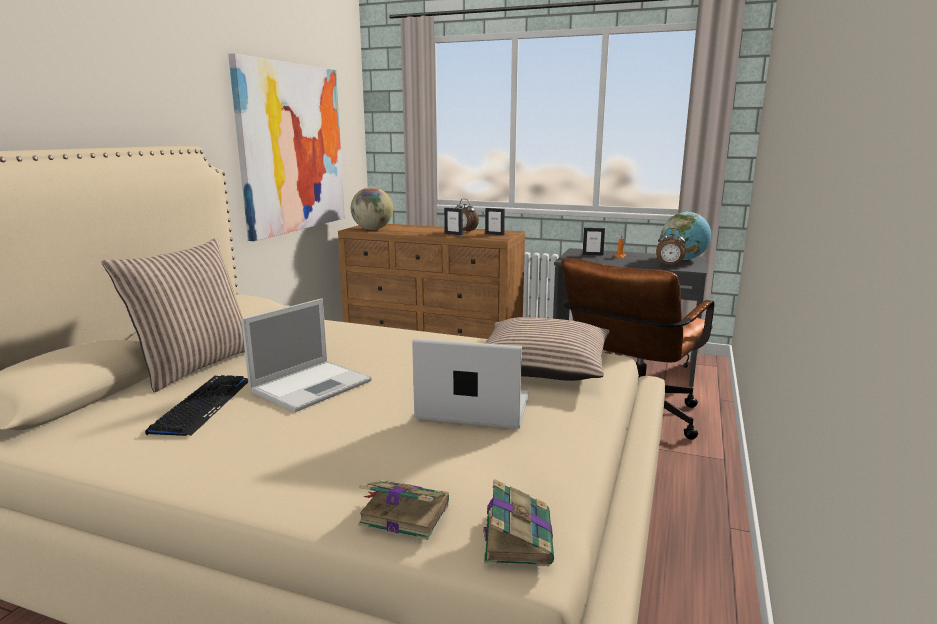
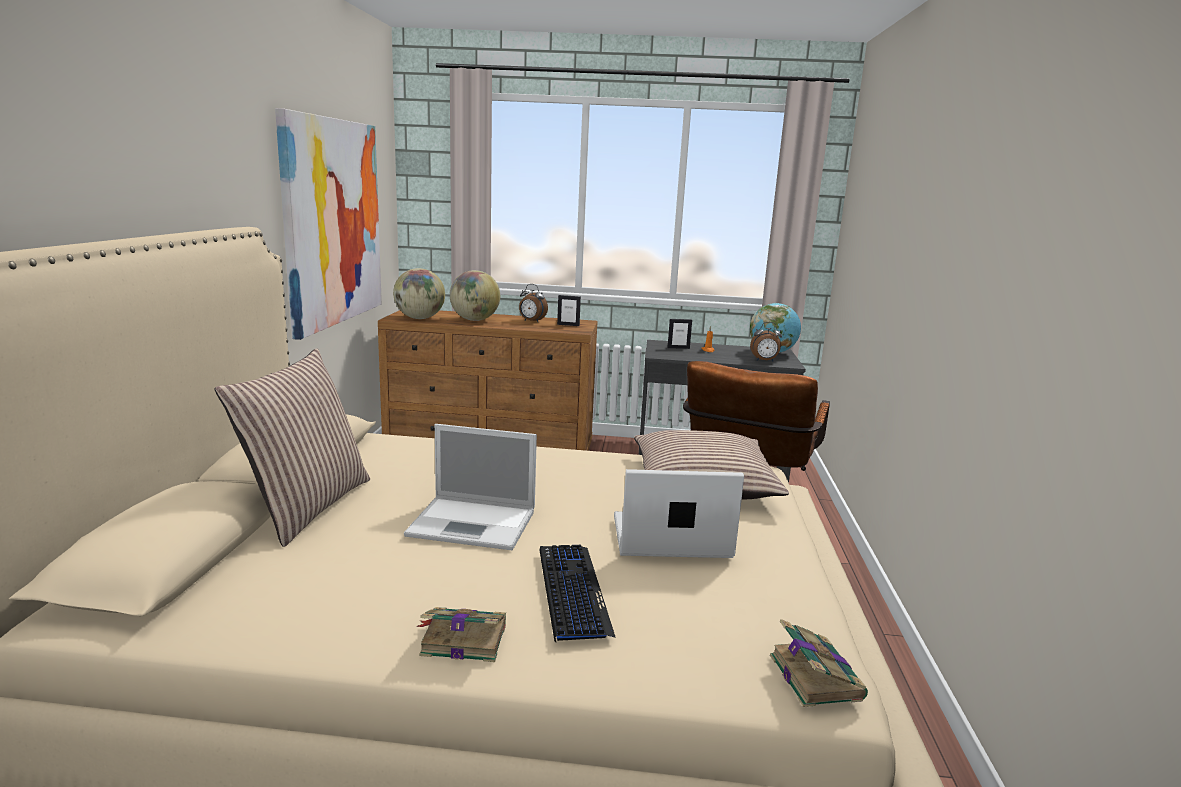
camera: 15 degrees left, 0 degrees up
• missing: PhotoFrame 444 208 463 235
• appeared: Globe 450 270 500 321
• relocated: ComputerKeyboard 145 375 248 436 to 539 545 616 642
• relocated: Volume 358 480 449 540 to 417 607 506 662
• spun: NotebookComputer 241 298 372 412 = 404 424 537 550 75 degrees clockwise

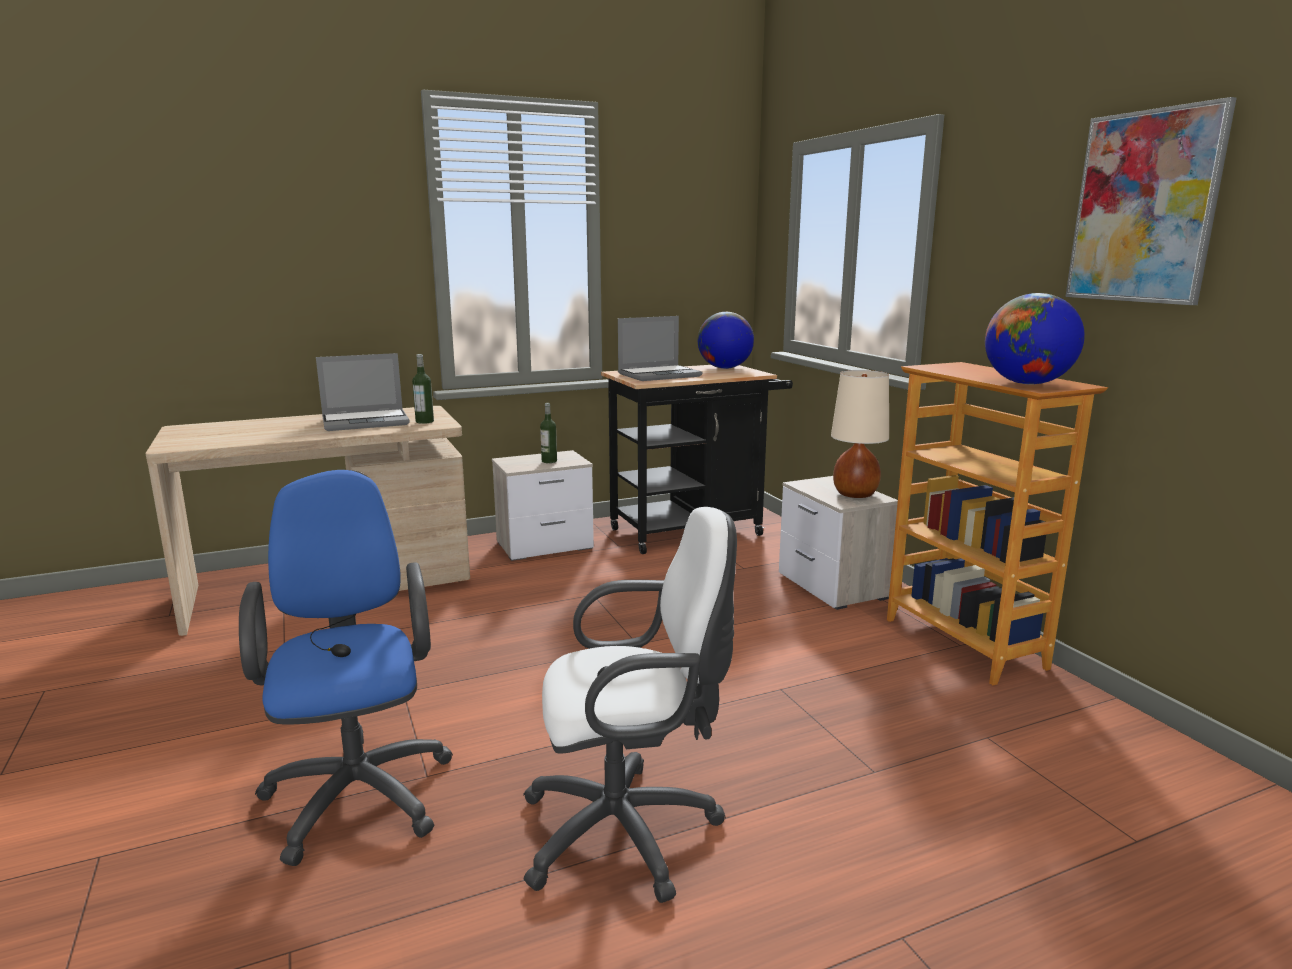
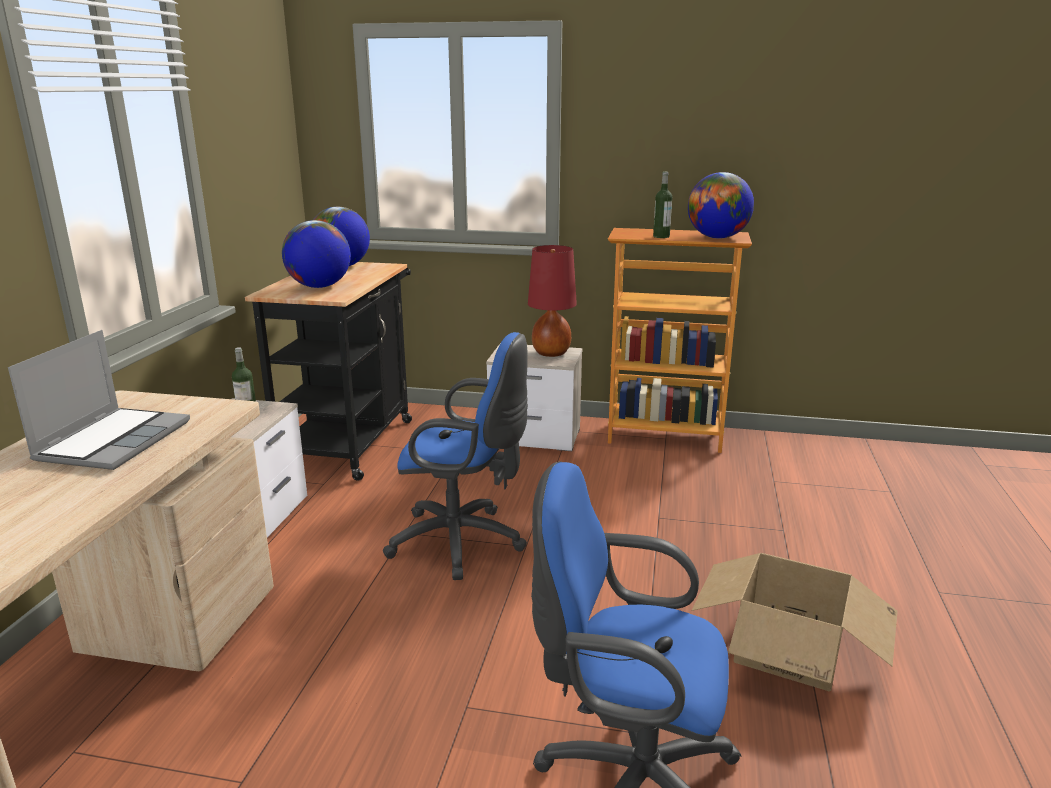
camera: 55 degrees left, 5 degrees up
• missing: WallArt 1065 97 1237 305
• appeared: BluishComputerChair 383 332 528 580
• relocated: DrinkBottle 412 354 434 424 to 653 171 672 238
• exchanged: WhiteComputerChair 523 507 737 903 to PackingBox 691 553 898 692
• exchanged: NotebookComputer 618 316 702 381 to Globe 282 220 351 288
• colour: BeigeColouredTableLamp 831 370 889 498 to RedColouredTableLamp 528 245 577 357

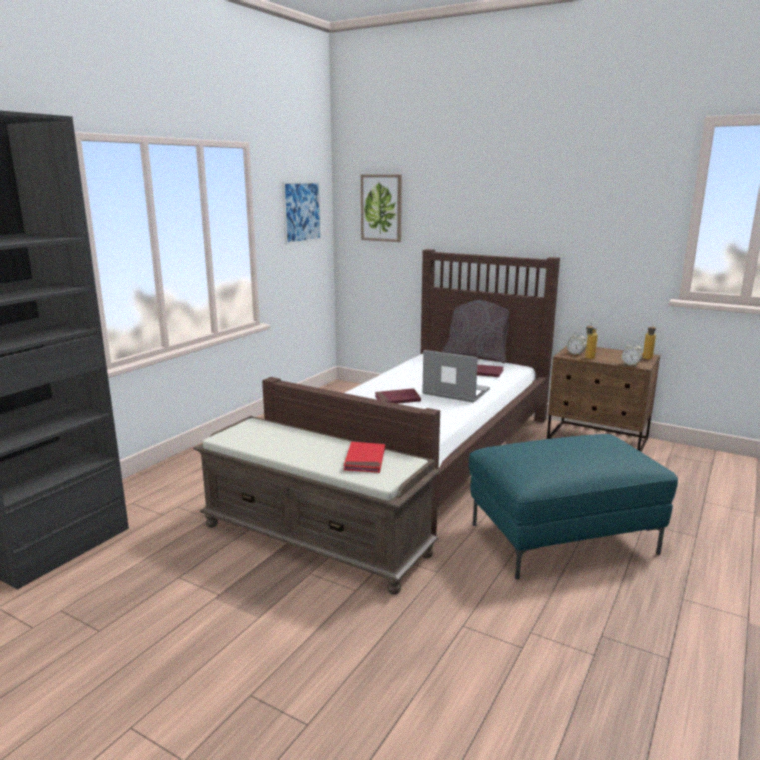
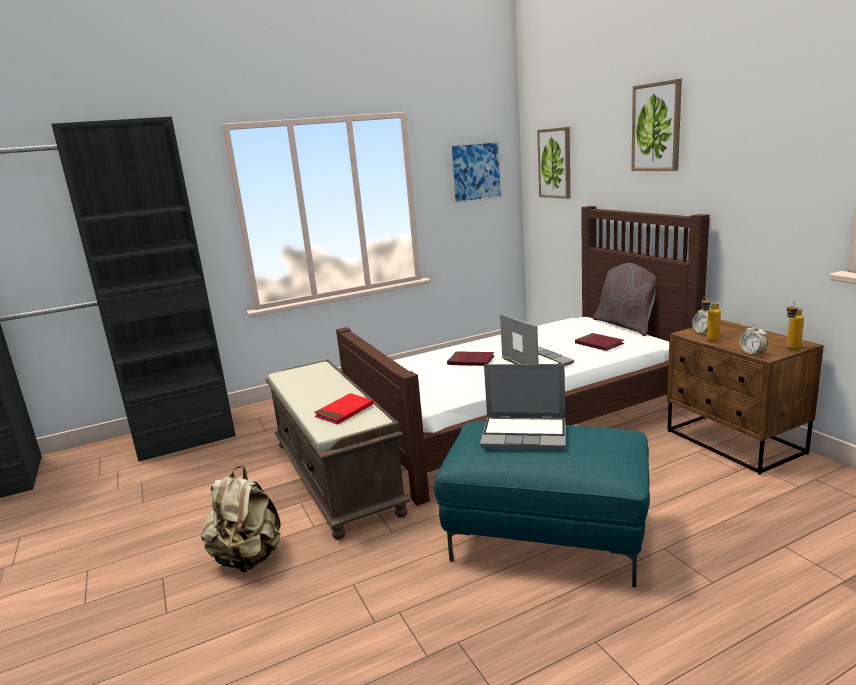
camera: 35 degrees right, 0 degrees up
• appeared: BeigeColouredKnapsack 201 466 280 573
• appeared: NotebookComputer 480 364 565 450
• appeared: WallArt 631 79 682 171

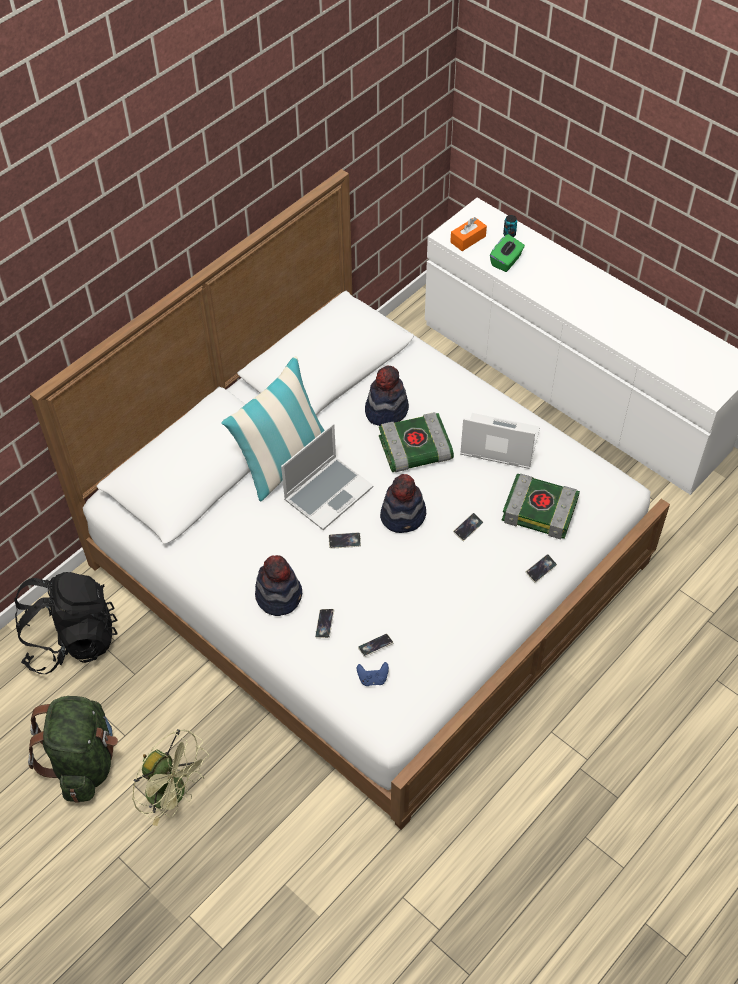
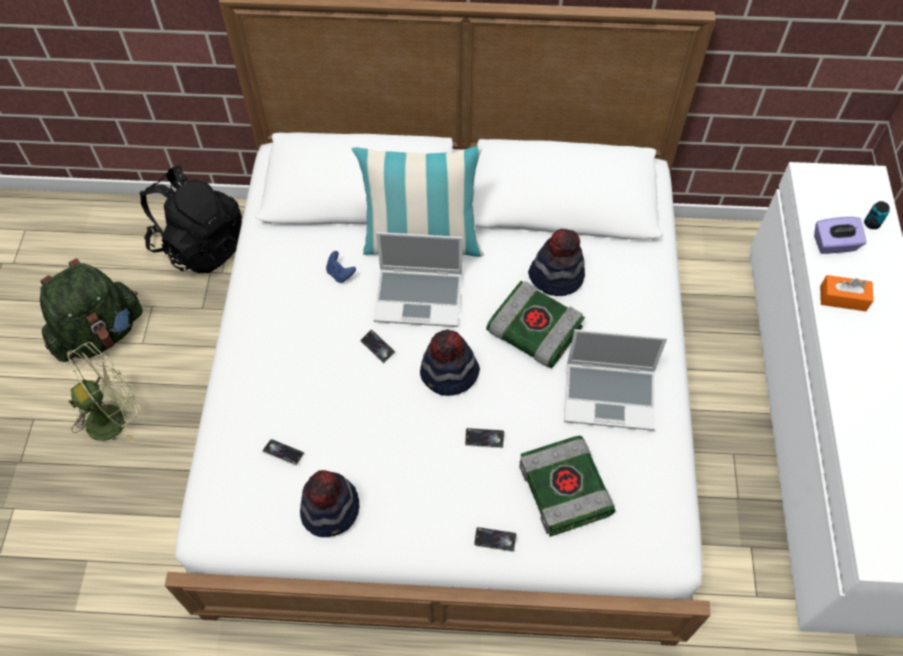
camera: 50 degrees right, 5 degrees up
• missing: Telephone 315 609 334 638
• relocated: Hat 255 555 302 616 to 300 470 360 537
• relocated: BluishJoypad 357 662 389 686 to 326 251 356 283
• relocated: OrangeyTissueHolder 450 217 487 251 to 820 275 874 311
• colour: GreenTissueHolder 490 234 525 272 to PurplishTissueHolder 814 217 867 254
• spun: GreenFan 132 729 209 826 = 67 342 140 443 120 degrees counterclockwise
• spun: NotebookComputer 460 413 540 469 = 564 329 667 431 120 degrees clockwise

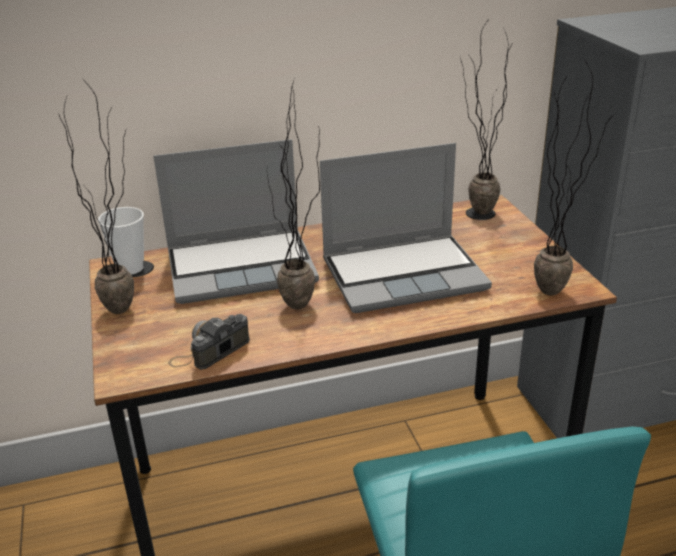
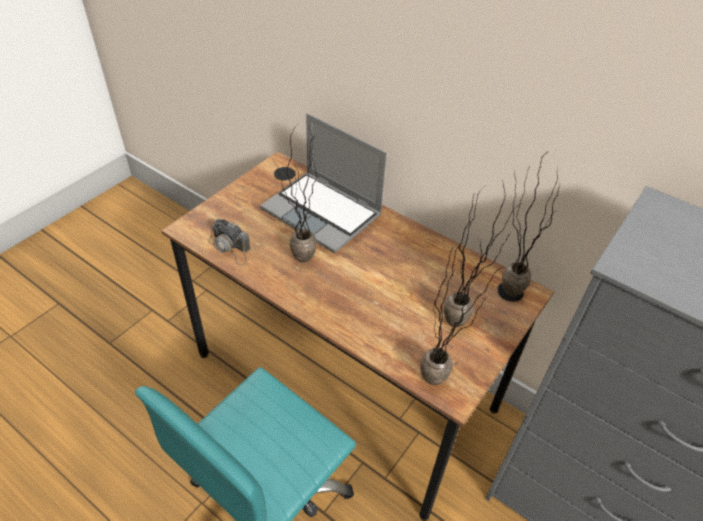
camera: 50 degrees right, 15 degrees up
• missing: Cup 98 207 144 275
• missing: NotebookComputer 320 143 492 313
• relocated: Houseplant 58 78 134 314 to 444 184 523 327
• spun: StillCamera 168 314 250 370 = 208 219 251 265 150 degrees counterclockwise

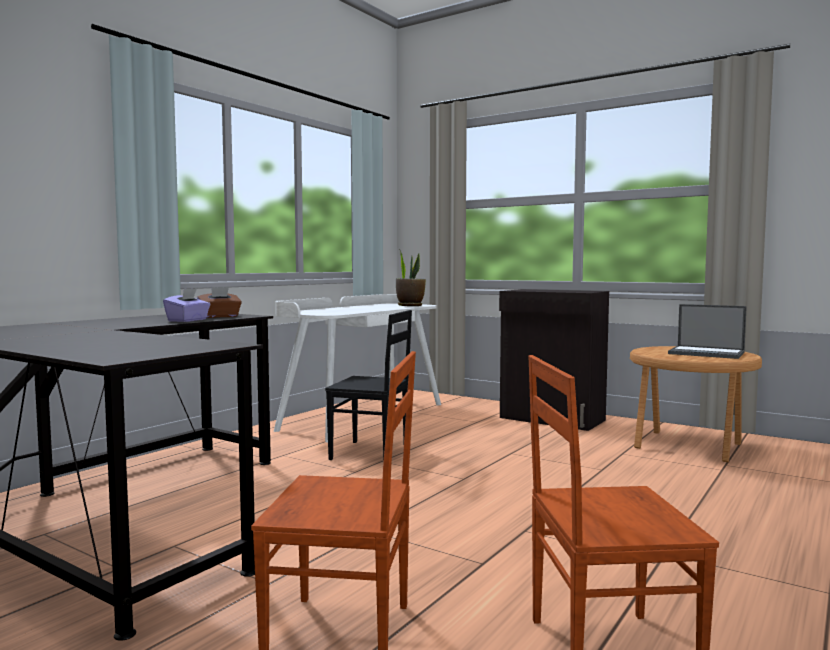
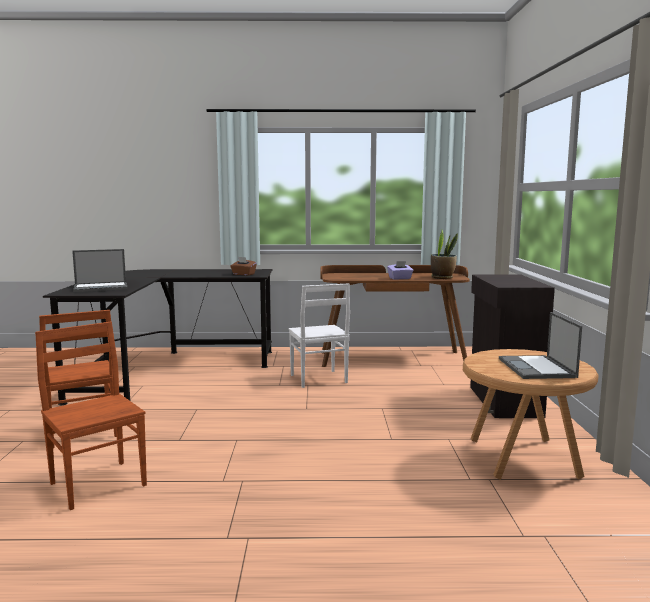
camera: 55 degrees right, 5 degrees up
• appeared: NotebookComputer 72 249 128 292
• relocated: PurplishTissueHolder 163 288 211 322 to 387 261 413 280
• colour: WhiteDeskTable 274 294 441 442 to BrownColouredDeskTable 321 265 470 367
• colour: BlackChair 325 310 412 462 to WhiteChair 289 283 350 388

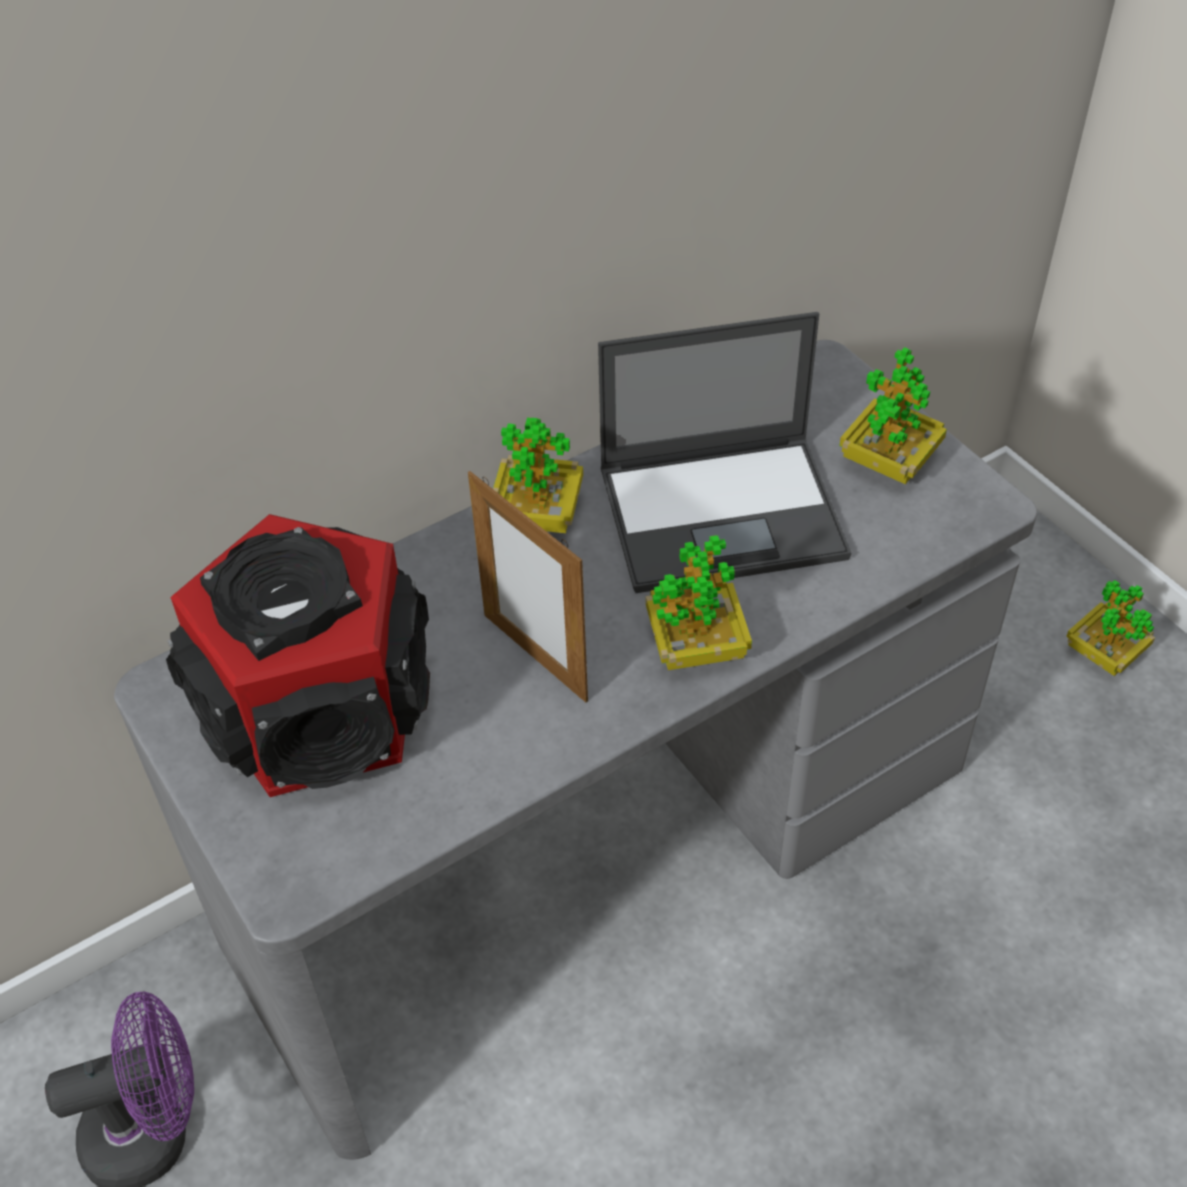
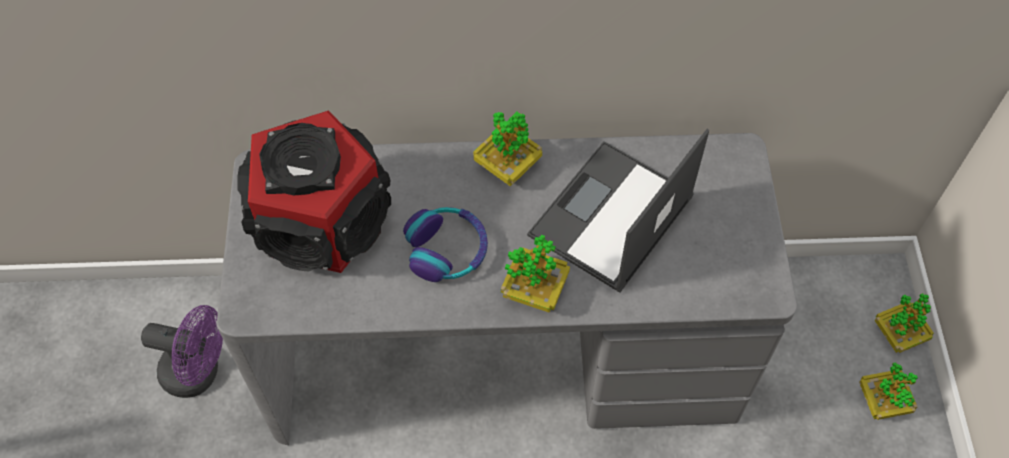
camera: 30 degrees right, 10 degrees up
• relocated: Houseplant 839 347 947 484 to 875 293 934 353
• exchanged: PhotoFrame 468 471 588 703 to PairOfHeadphones 403 207 488 282
• spun: NotebookComputer 598 312 851 593 = 527 129 709 293 105 degrees clockwise

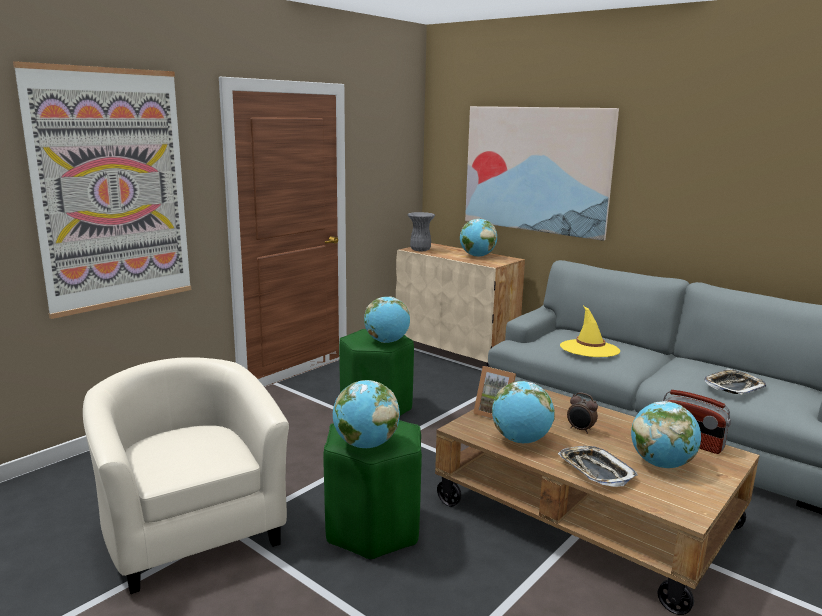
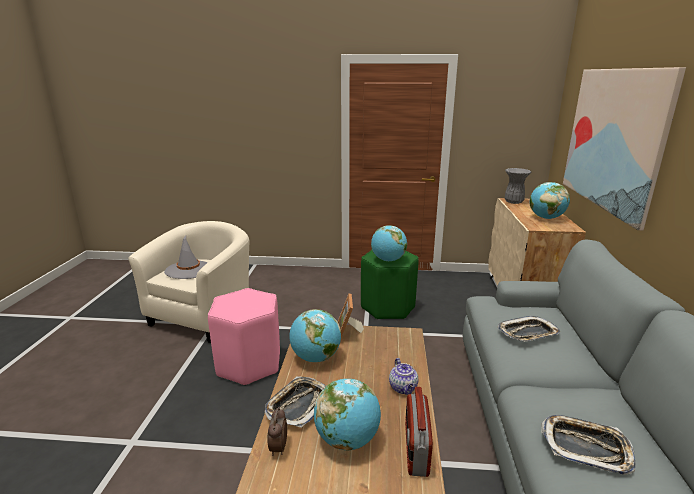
camera: 55 degrees right, 5 degrees up
• missing: WallArt 13 61 191 319
• missing: Globe 333 380 400 448
• appeared: GrayHat 164 236 208 279
• appeared: Teapot 389 358 418 395
• relocated: AlarmClock 567 392 598 434 to 267 407 287 456
• exchanged: YellowishHat 560 306 620 357 to Tray 498 316 560 342
• colour: GreenStool 323 420 422 560 to PinkStool 208 288 280 386

